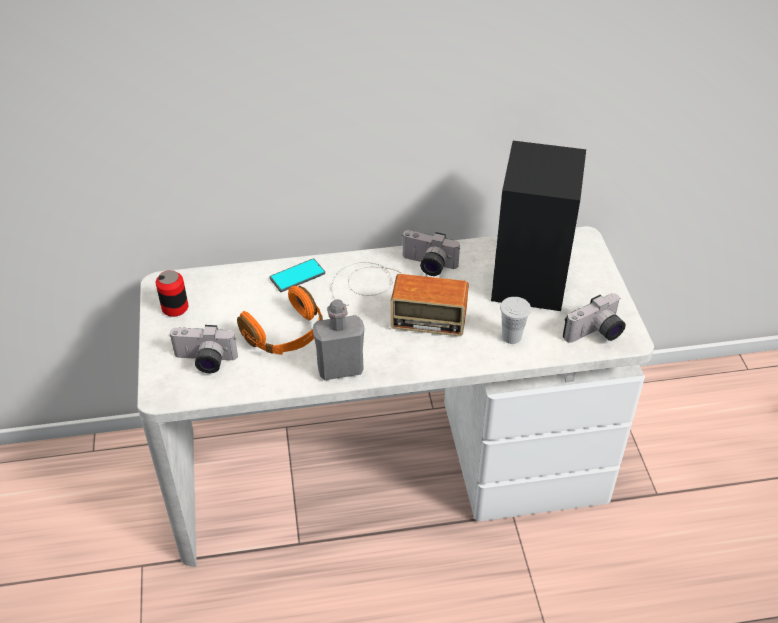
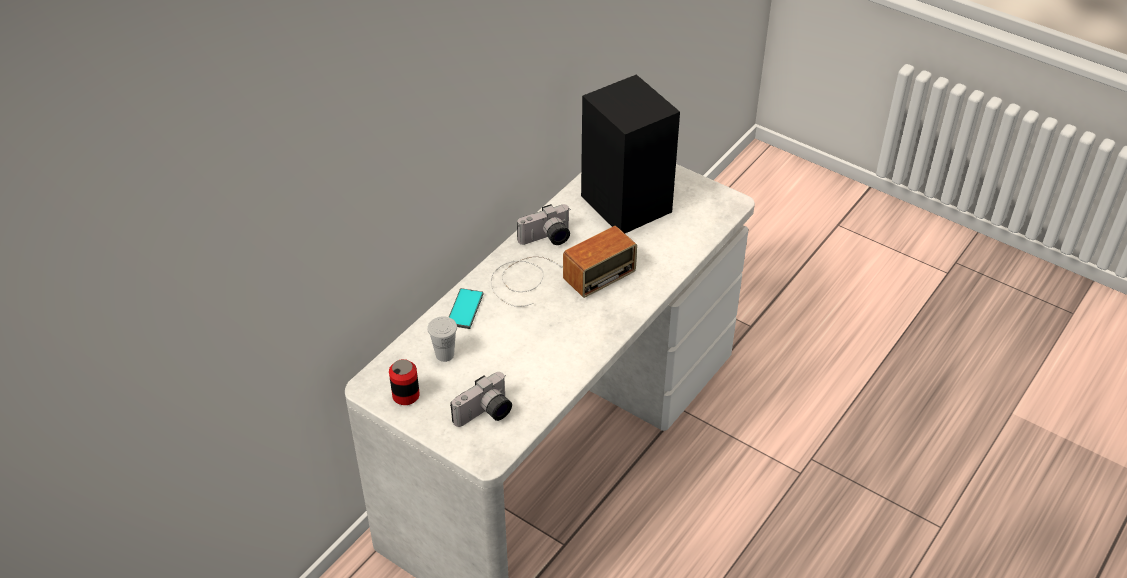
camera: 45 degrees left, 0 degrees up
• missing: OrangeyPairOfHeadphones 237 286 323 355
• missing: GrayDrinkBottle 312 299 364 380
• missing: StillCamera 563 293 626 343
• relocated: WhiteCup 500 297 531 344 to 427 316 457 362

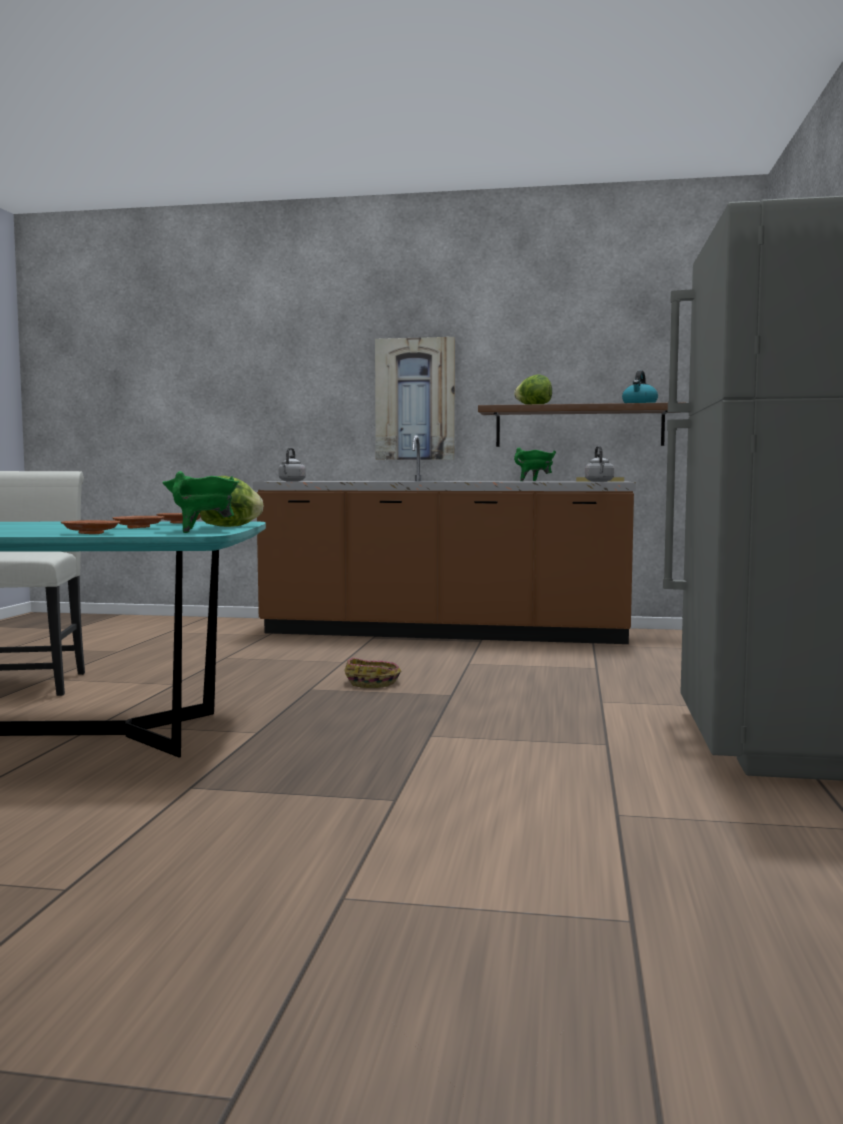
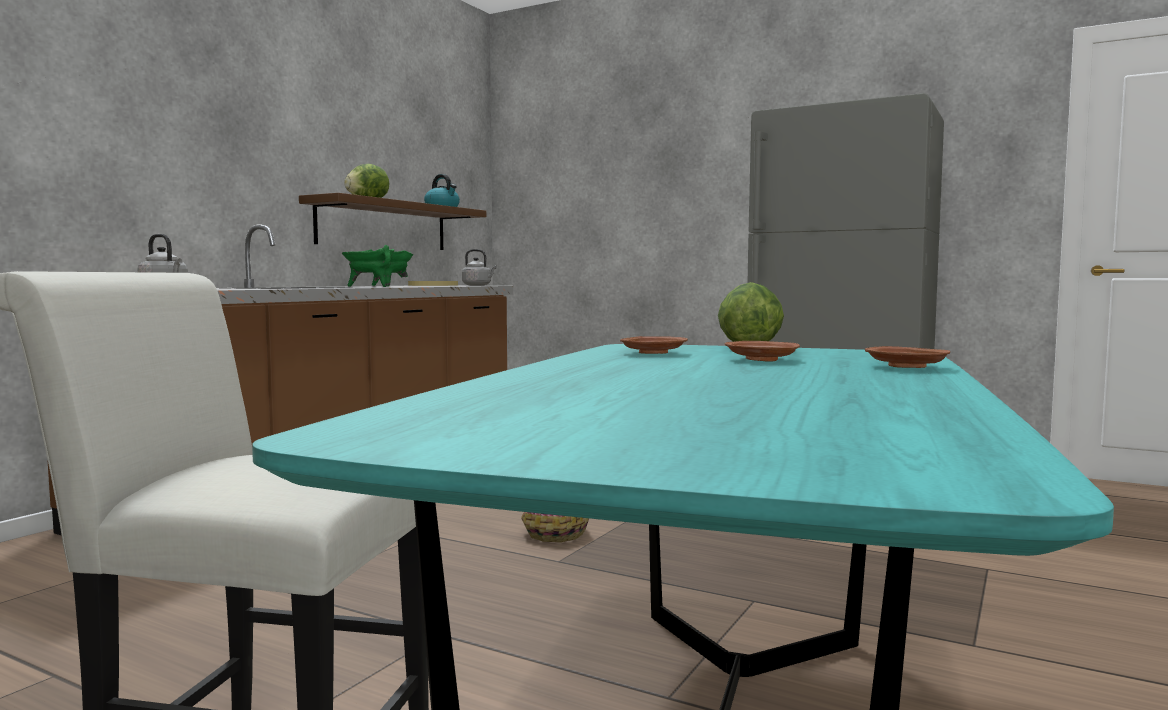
camera: 70 degrees left, 0 degrees up
• missing: WallArt 375 337 455 460
• relocated: GreenSaucepot 162 471 239 533 to 342 245 394 287

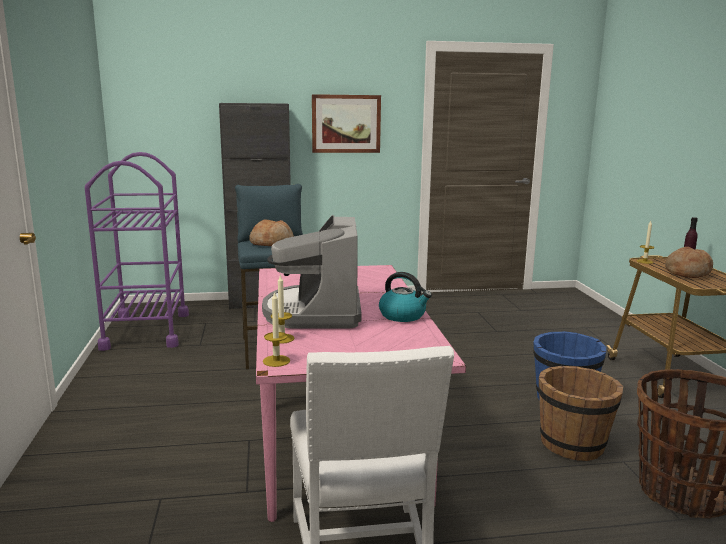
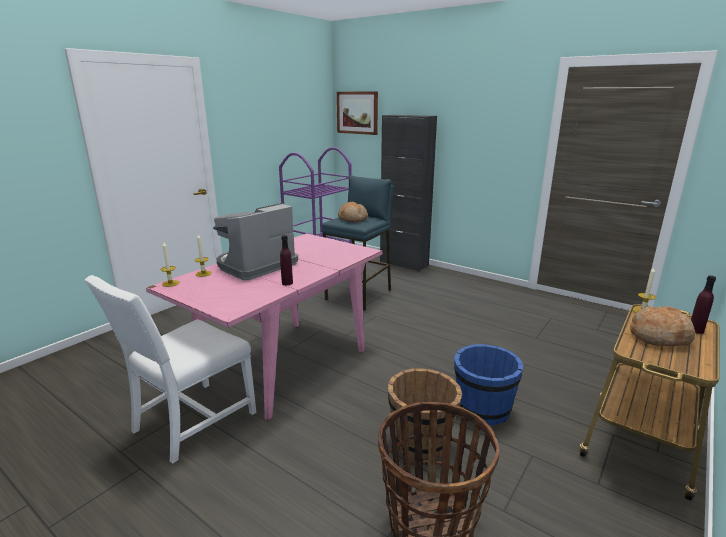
camera: 45 degrees right, 5 degrees up
• relocated: WallArt 312 94 381 153 to 337 91 378 135
• exchanged: WaterKettle 379 272 432 322 to PurplishDrinkBottle 280 235 293 285

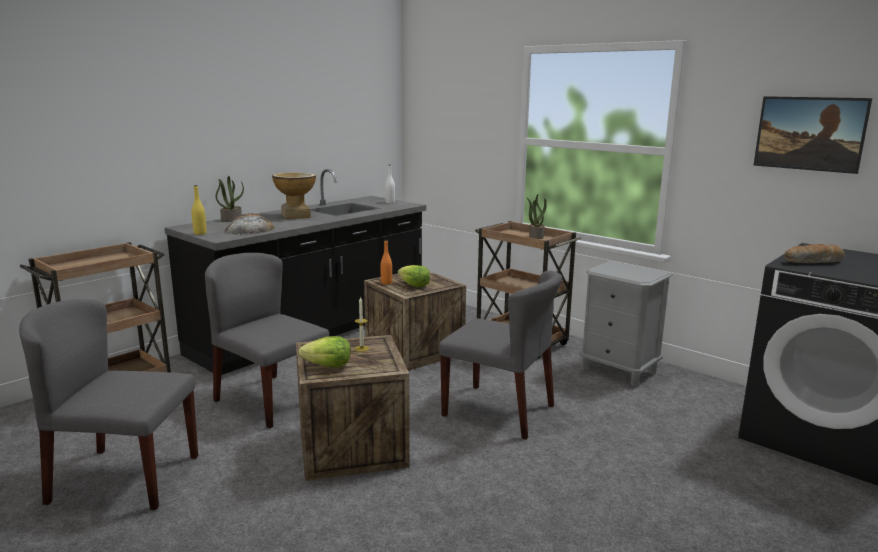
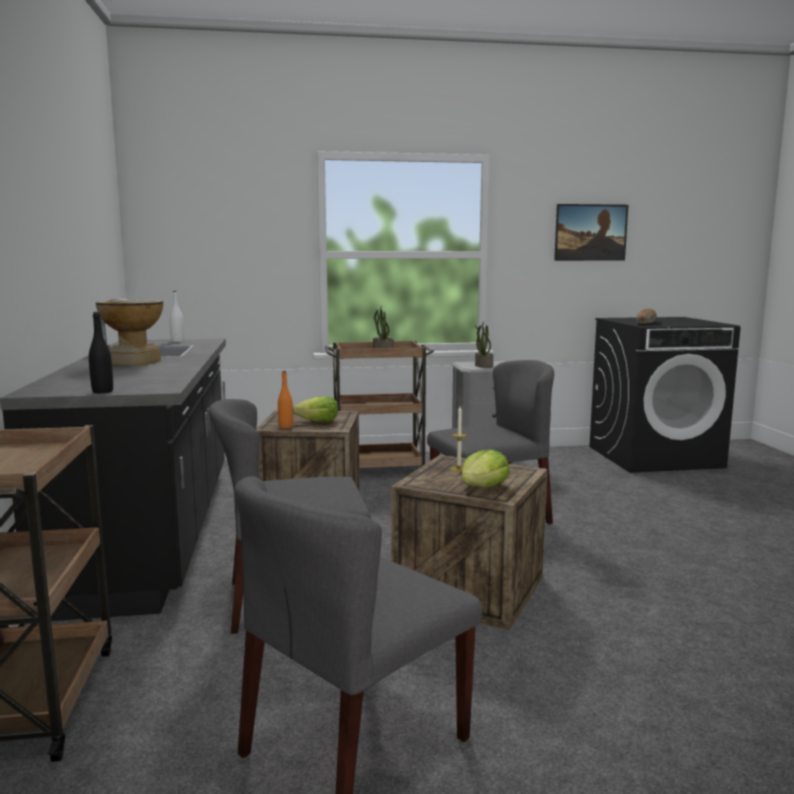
camera: 50 degrees left, 5 degrees down
• missing: Bread 224 213 275 235
• relocated: Houseplant 216 176 244 222 to 474 321 493 368
• colour: YellowishDrinkBottle 192 185 207 235 to BlackDrinkBottle 89 312 113 393

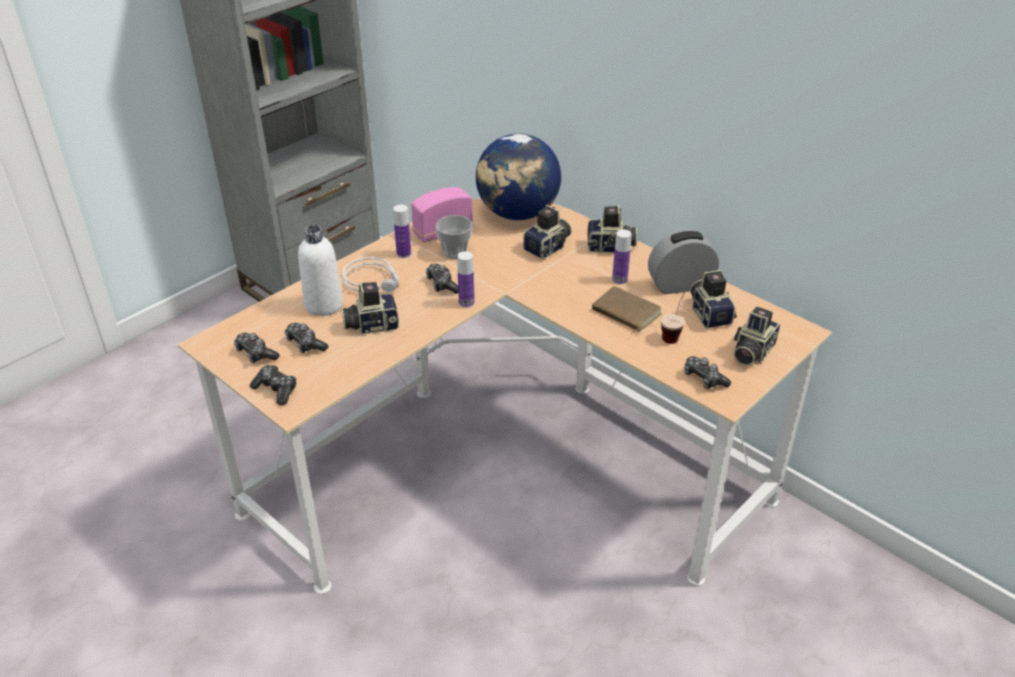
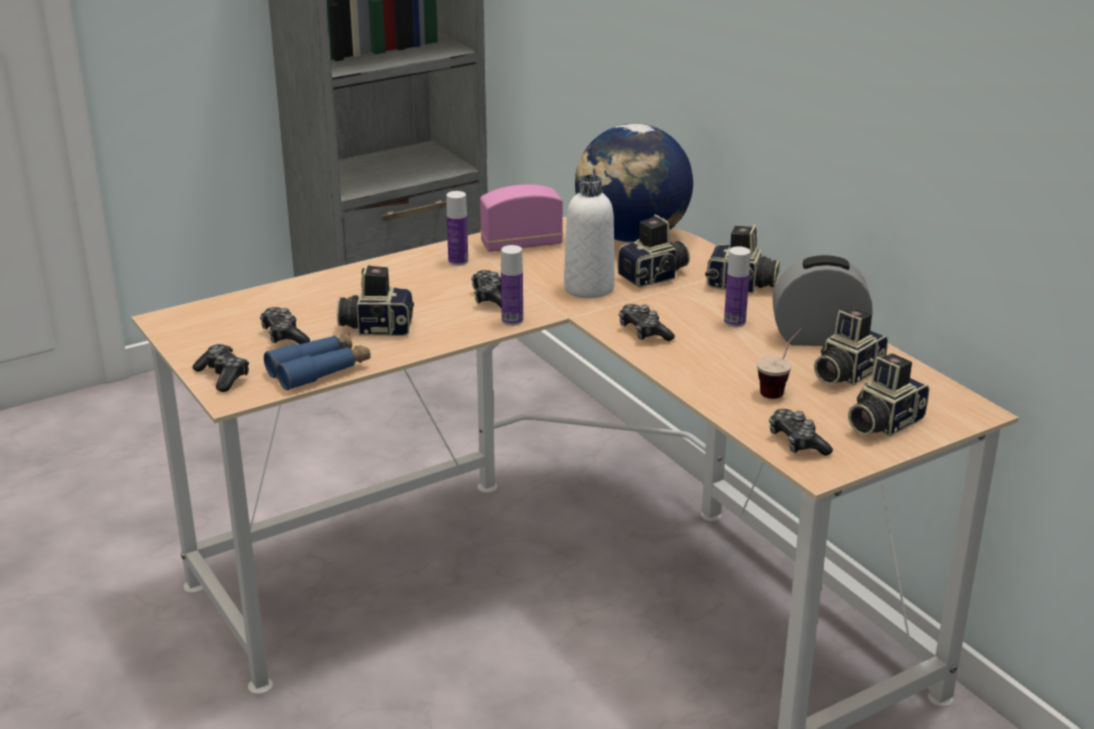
camera: 15 degrees right, 10 degrees down
• missing: GrayPairOfHeadphones 342 257 399 293
• missing: Cup 436 215 473 259
• missing: BrownColouredVolume 592 286 662 334
• appeared: BluishPairOfBinoculars 264 333 371 390
• relocated: Joypad 234 333 280 363 to 619 304 675 341
• relocated: WhiteDrinkBottle 298 225 343 316 to 564 174 615 298
• spun: StillCamera 690 270 737 329 = 814 307 888 386 135 degrees counterclockwise

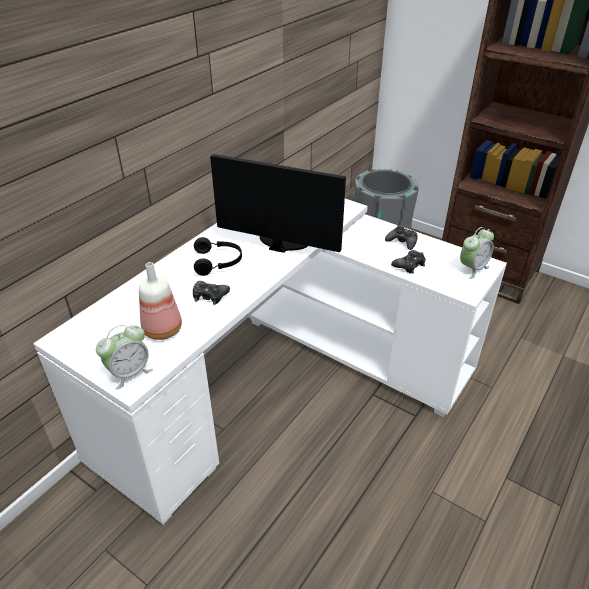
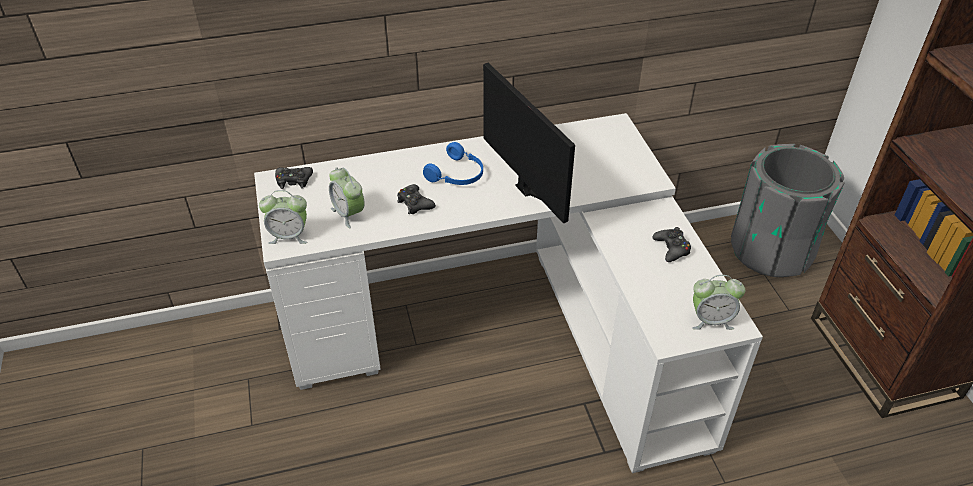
camera: 40 degrees right, 5 degrees up
• relocated: BlackJoypad 391 250 426 274 to 275 167 313 189
• exchanged: DrinkBottle 139 262 182 340 to AlarmClock 329 168 364 228
• colour: BlackPairOfHeadphones 194 237 242 276 to BluishPairOfHeadphones 423 142 483 185

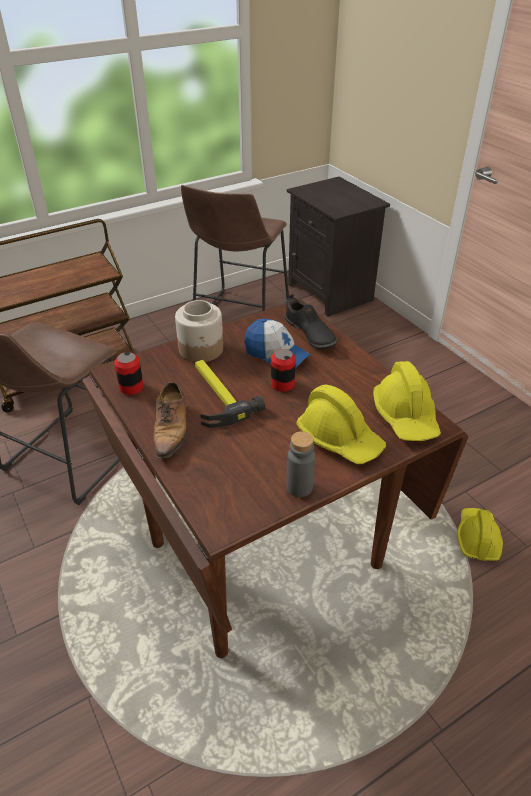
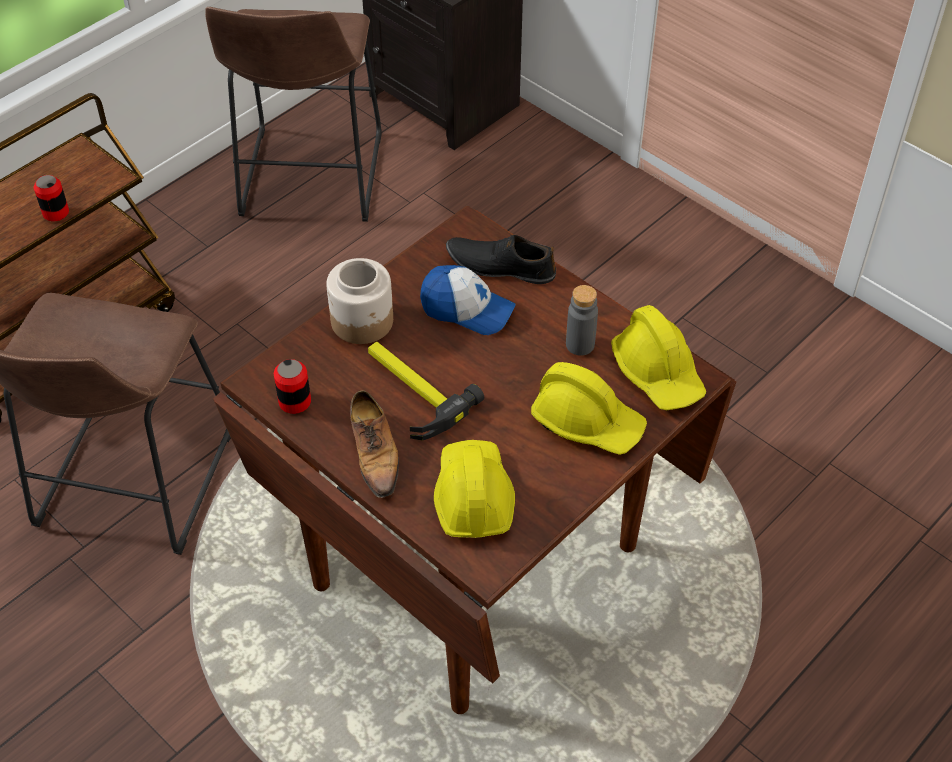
camera: 15 degrees left, 10 degrees up
• relocated: MetalCan 271 349 296 392 to 34 175 69 221
• relocated: GrayDrinkBottle 287 431 315 497 to 566 285 598 356
• relocated: YellowishWorkHelmet 457 508 503 561 to 434 440 515 538
• spun: BlackShoe 285 294 337 349 = 446 235 556 284 150 degrees clockwise

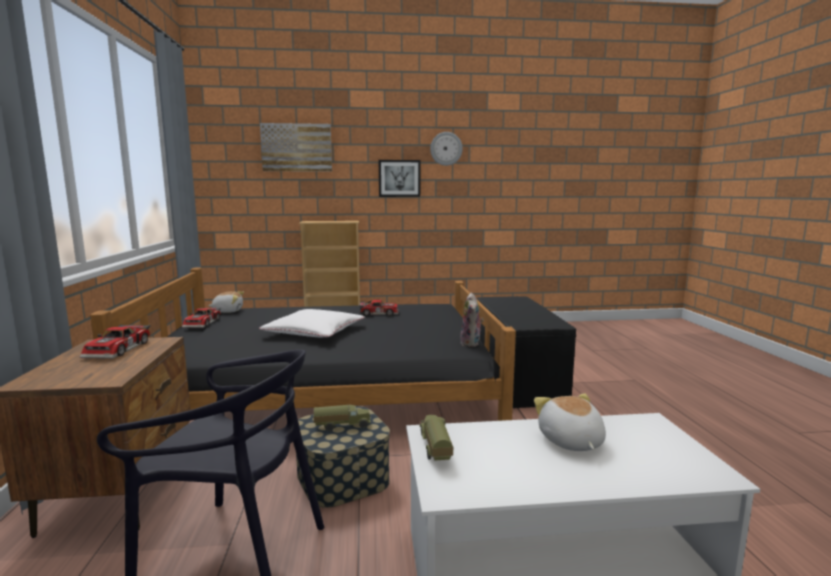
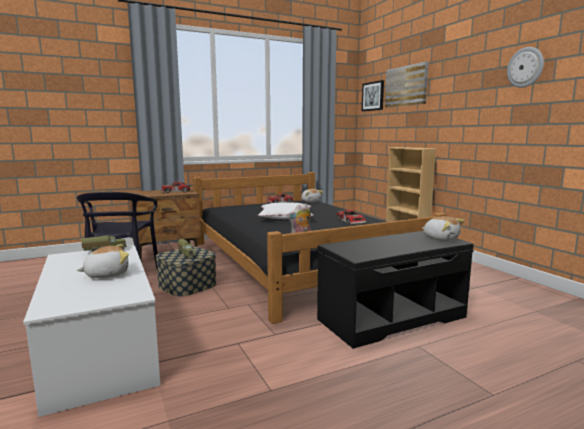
camera: 70 degrees right, 0 degrees up
• appeared: CuddlyToy 422 216 465 241
• relocated: WallArt 379 160 420 197 to 362 80 384 111

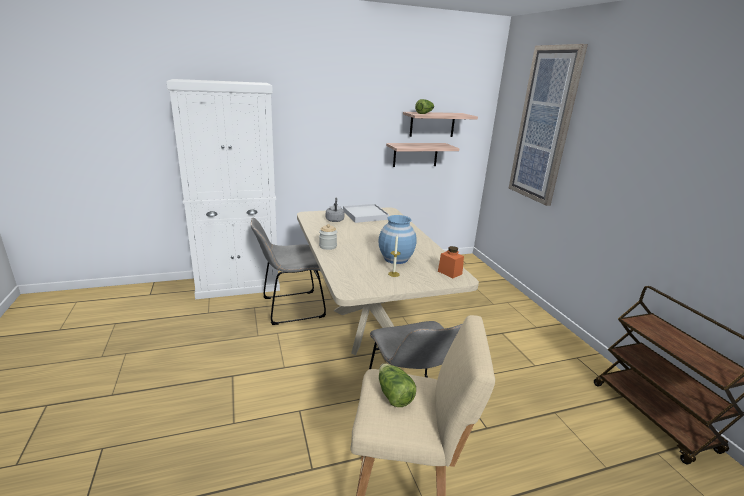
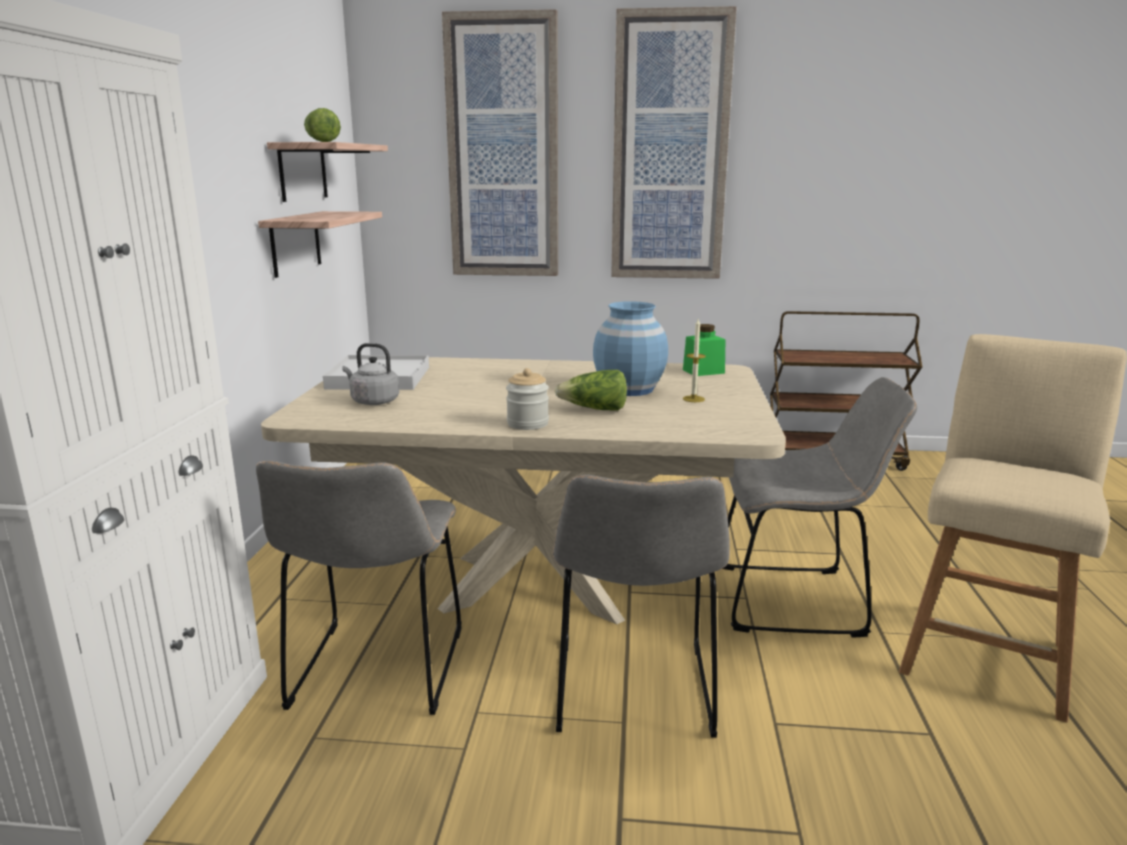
camera: 65 degrees left, 5 degrees down
• appeared: GrayChair 553 475 730 738
• appeared: WallArt 611 6 737 279
• relocated: HeadOfLettuce 379 363 416 407 to 554 370 627 411
• colour: OrangeyJar 438 246 464 278 to GreenJar 683 324 725 376

